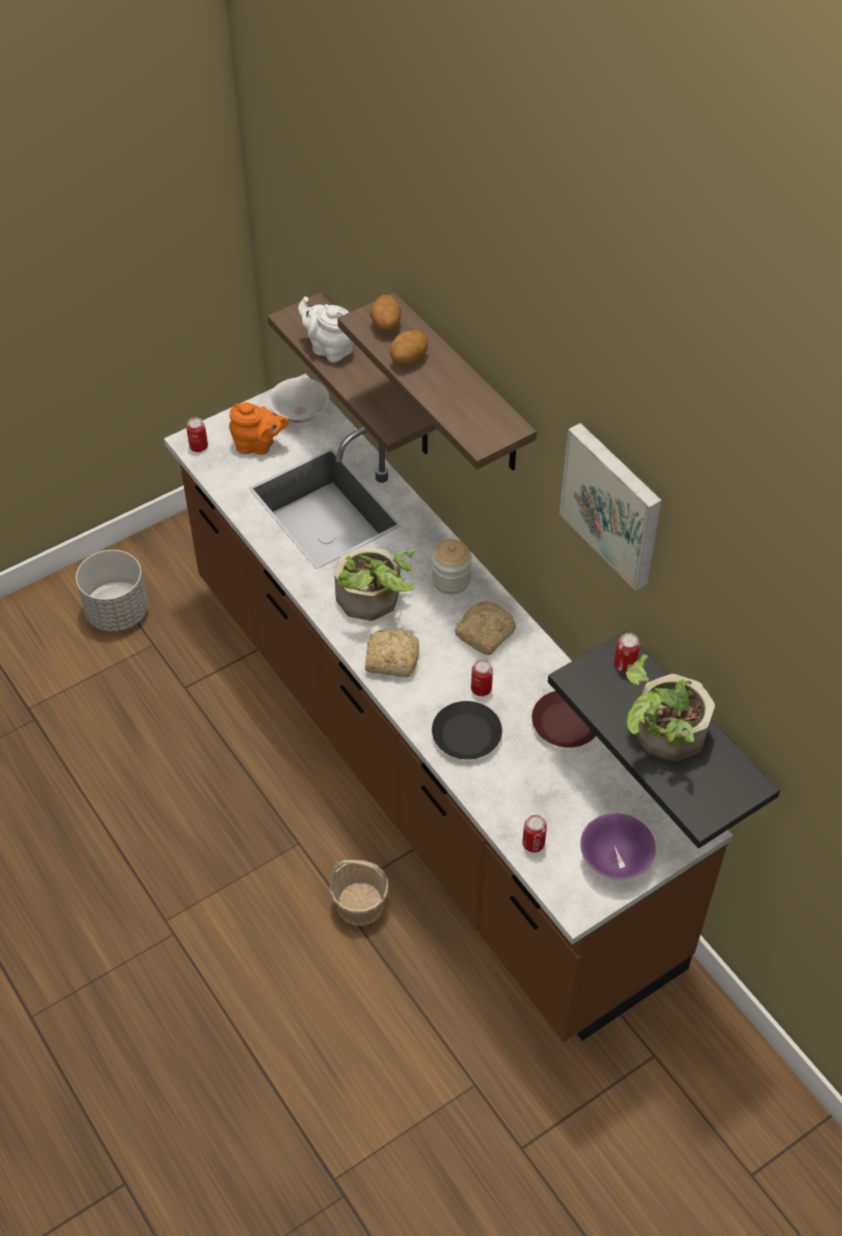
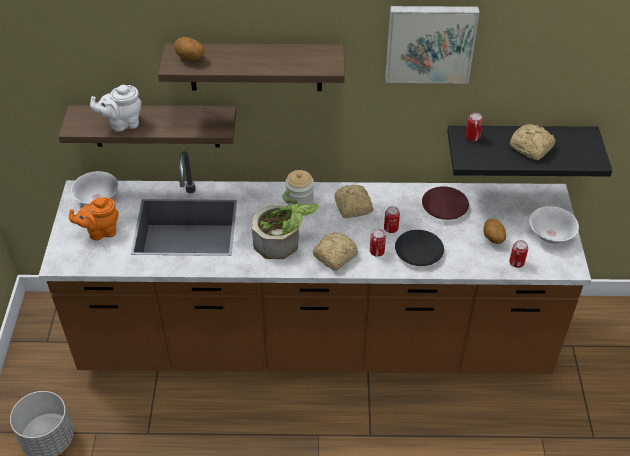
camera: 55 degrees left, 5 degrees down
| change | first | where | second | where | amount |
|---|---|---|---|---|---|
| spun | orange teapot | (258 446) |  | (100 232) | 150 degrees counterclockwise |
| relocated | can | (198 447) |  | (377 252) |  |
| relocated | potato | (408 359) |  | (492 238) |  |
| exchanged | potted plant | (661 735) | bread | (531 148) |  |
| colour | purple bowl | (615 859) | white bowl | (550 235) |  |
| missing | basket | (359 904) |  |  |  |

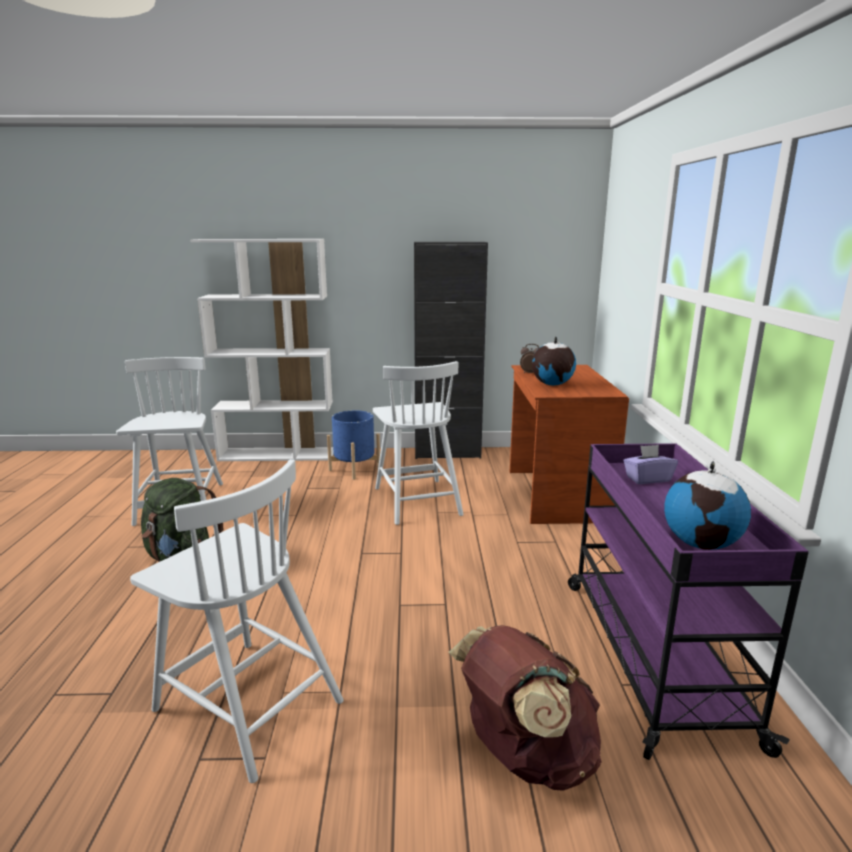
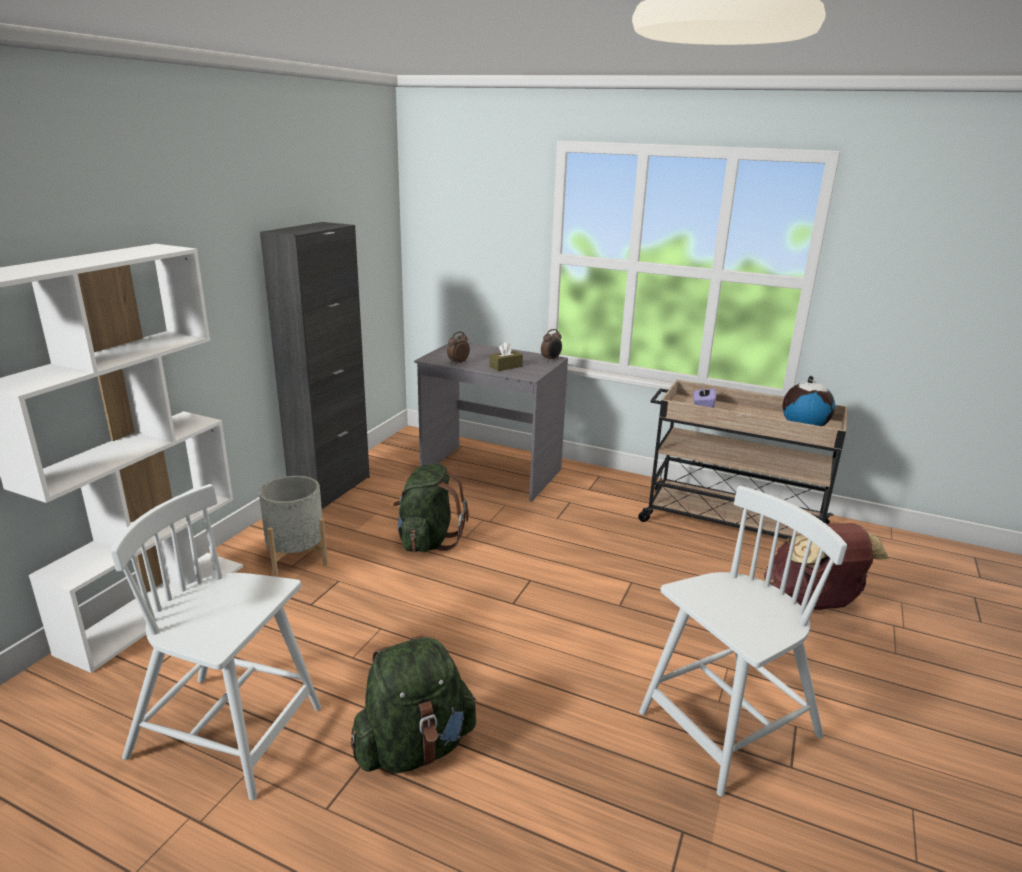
camera: 65 degrees left, 5 degrees up
| change | first | where | second | where | amount |
|---|---|---|---|---|---|
| colour | blue planter | (354 469) | grey planter | (296 557) |  |
| exchanged | white chair | (417 500) | green backpack | (428 540) |  |
| colour | brown desk | (555 495) | grey desk | (490 472) |  |
| exchanged | globe | (552 384) | brown tissue box | (505 366) |  |
| appeared |  |  | alarm clock | (551 359) |  |
| colour | purple cart | (651 654) | beige cart | (730 524) |  |

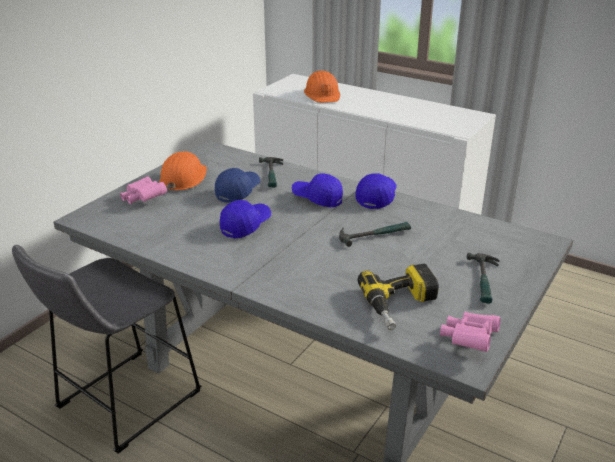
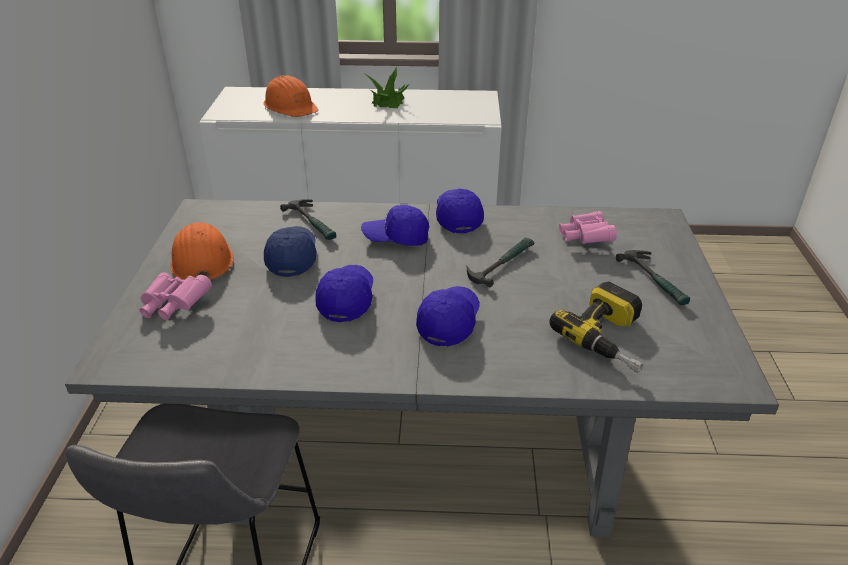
camera: 30 degrees left, 5 degrees up
| change | first | where | second | where | amount |
|---|---|---|---|---|---|
| appeared |  |  | potted plant | (388 101) |  |
| appeared |  |  | blue cap | (449 322) |  |
| relocated | pink binoculars | (469 340) |  | (585 239) |  |

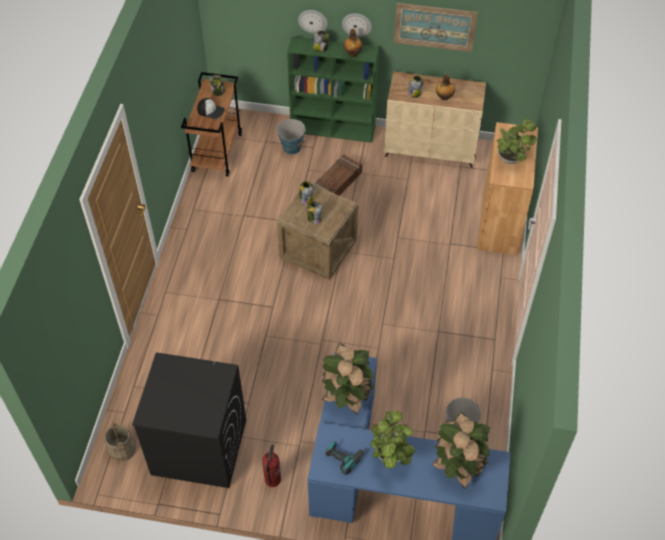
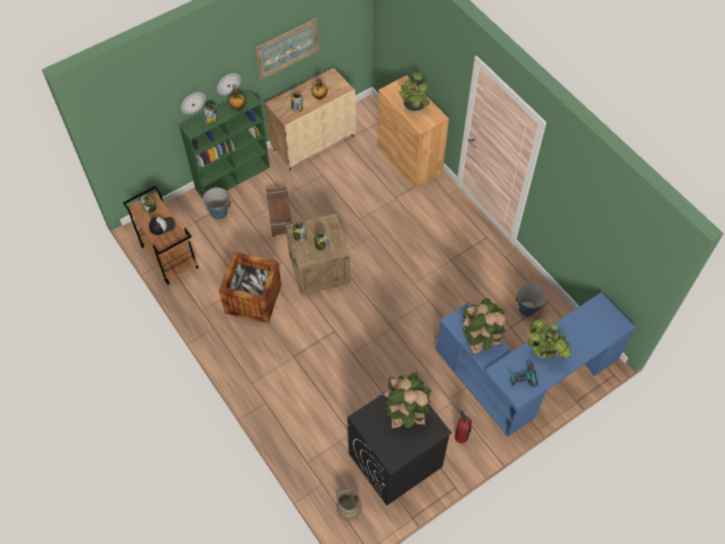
camera: 45 degrees left, 5 degrees up
| change | first | where | second | where | amount |
|---|---|---|---|---|---|
| appeared |  |  | crate | (253 299) |  |
| relocated | potted plant | (459 465) |  | (405 413) |  |

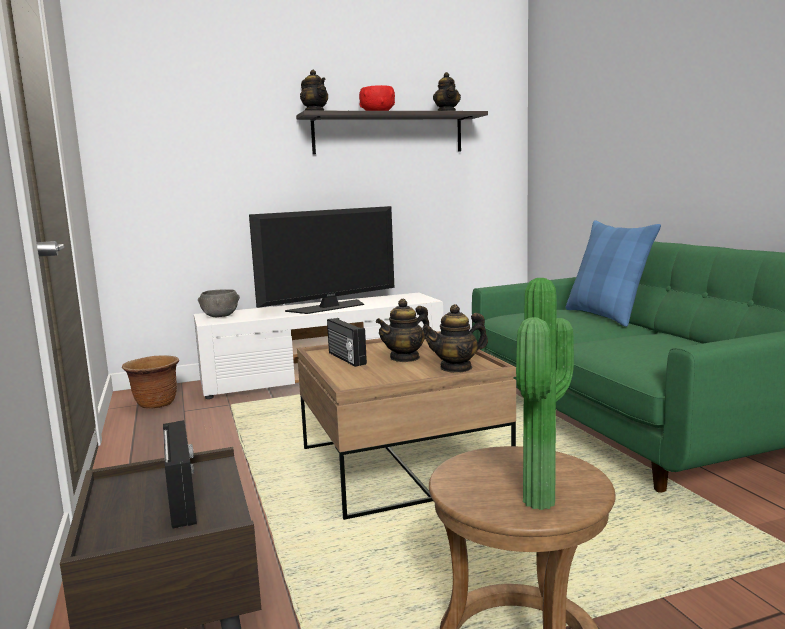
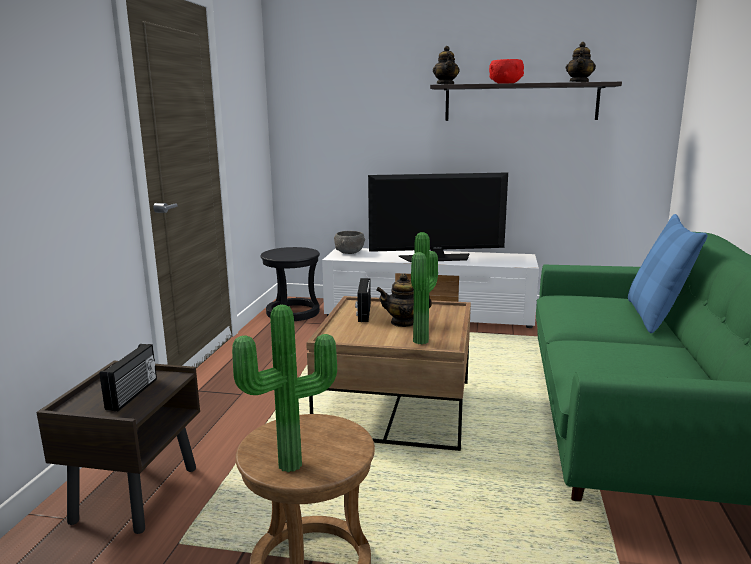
camera: 30 degrees right, 5 degrees up
| change | first | where | second | where | amount |
|---|---|---|---|---|---|
| exchanged | brown planter | (156 404) | black stool | (293 312) |  |
| exchanged | teapot | (456 368) | potted plant | (424 341) |  |

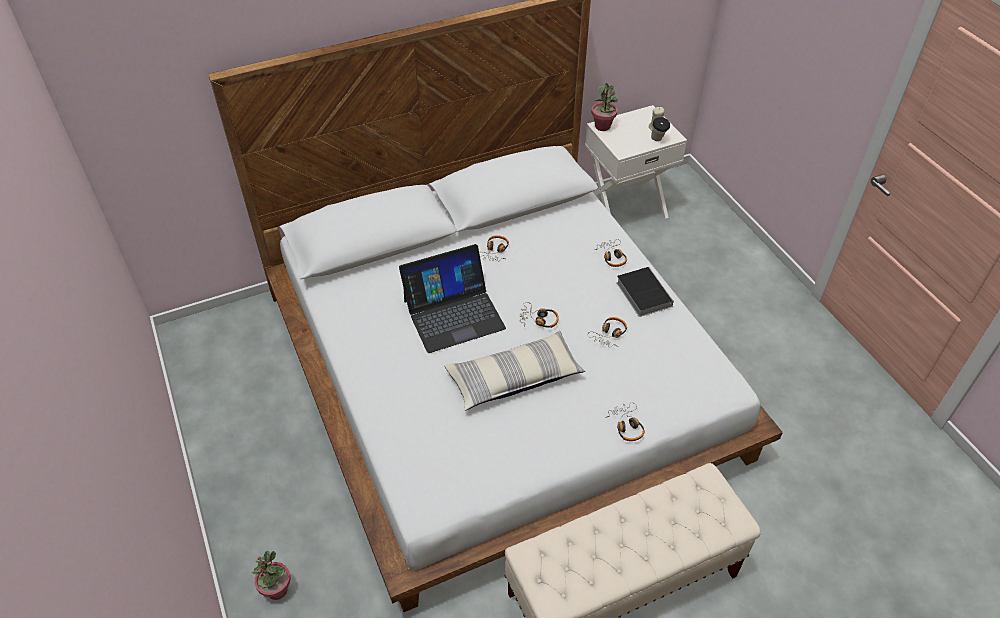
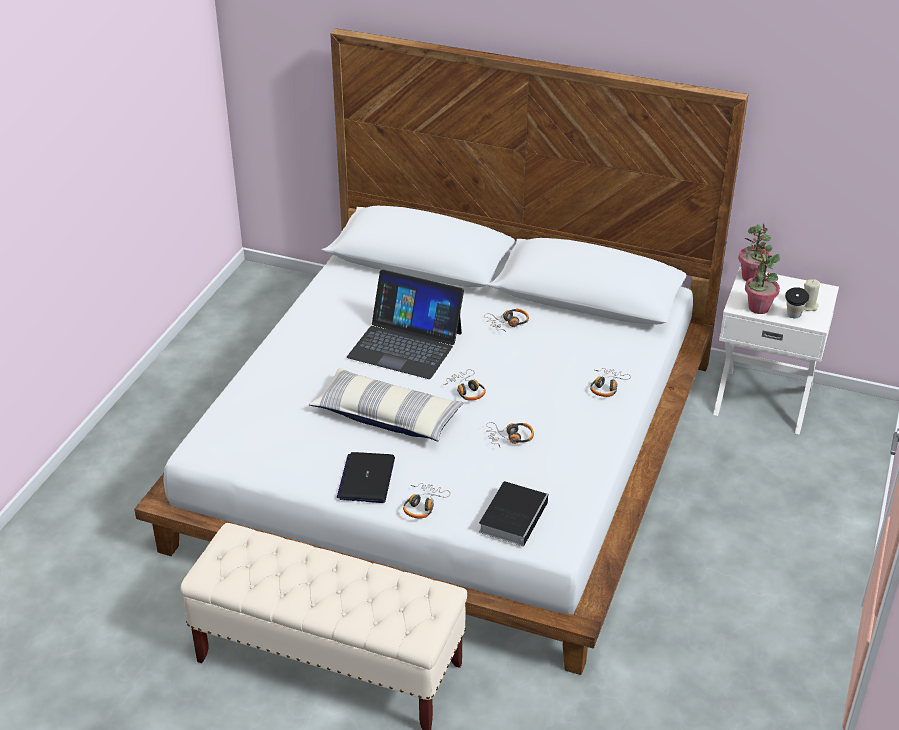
camera: 45 degrees right, 10 degrees down
| change | first | where | second | where | amount |
|---|---|---|---|---|---|
| appeared |  |  | laptop | (366 478) |  |
| relocated | book | (642 293) |  | (513 515) |  |
| relocated | potted plant | (277 590) |  | (758 308) |  |

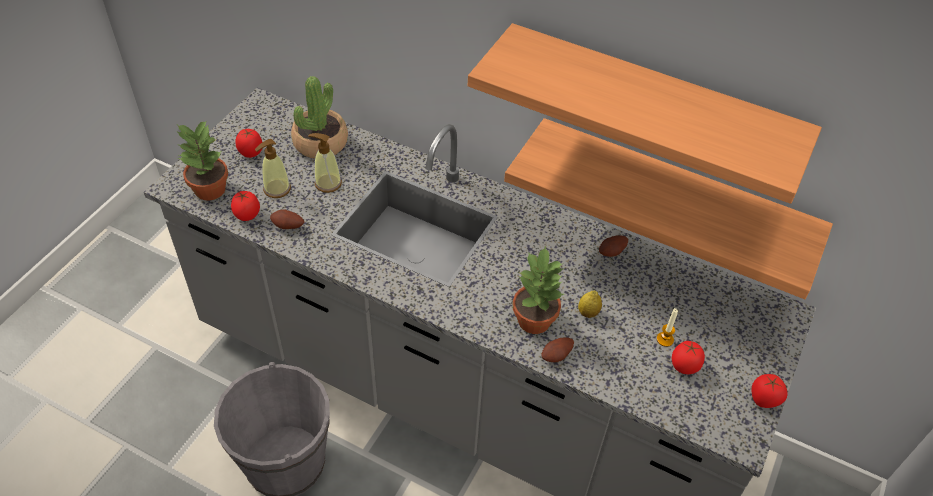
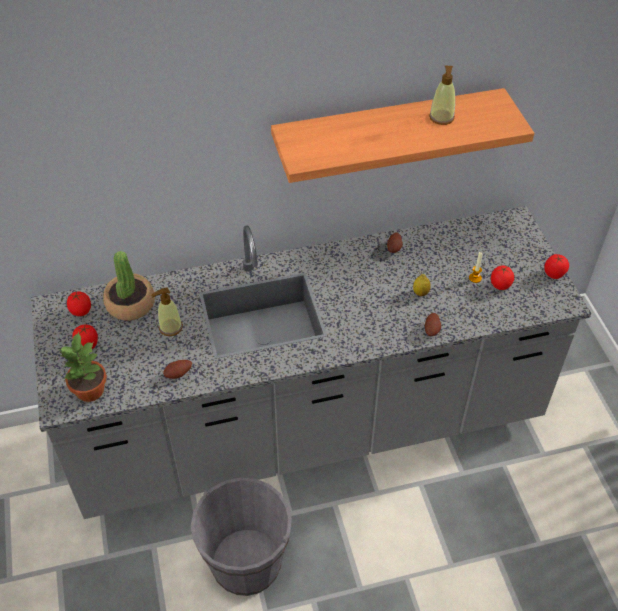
camera: 40 degrees left, 0 degrees up
| change | first | where | second | where | amount |
|---|---|---|---|---|---|
| relocated | tomato | (247 216) |  | (81 312) |  |
| relocated | soap dispenser | (276 189) |  | (441 117) |  |
| missing | shelf | (673 195) |  |  |  |
| missing | potted plant | (535 320) |  |  |  |

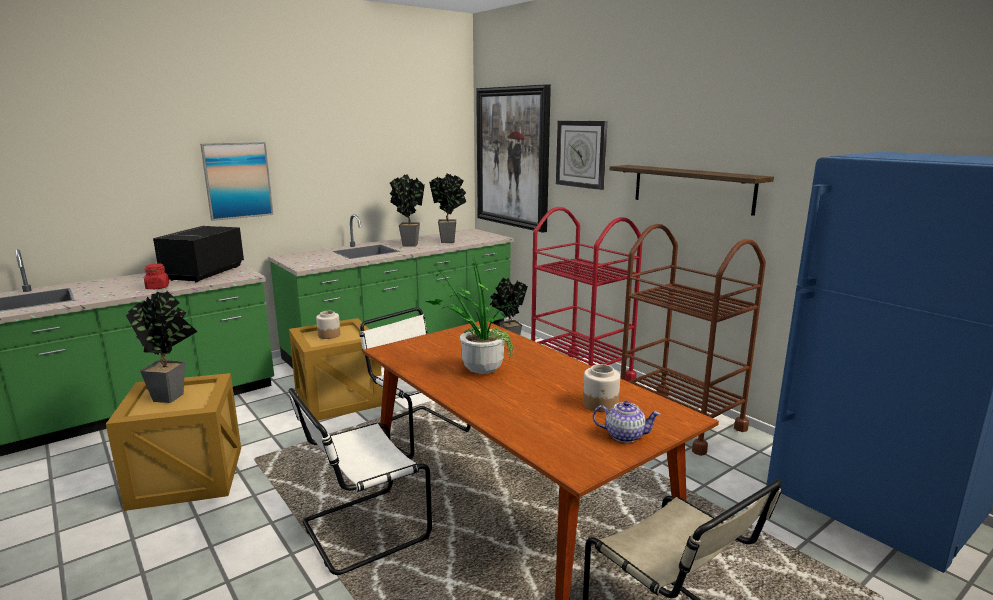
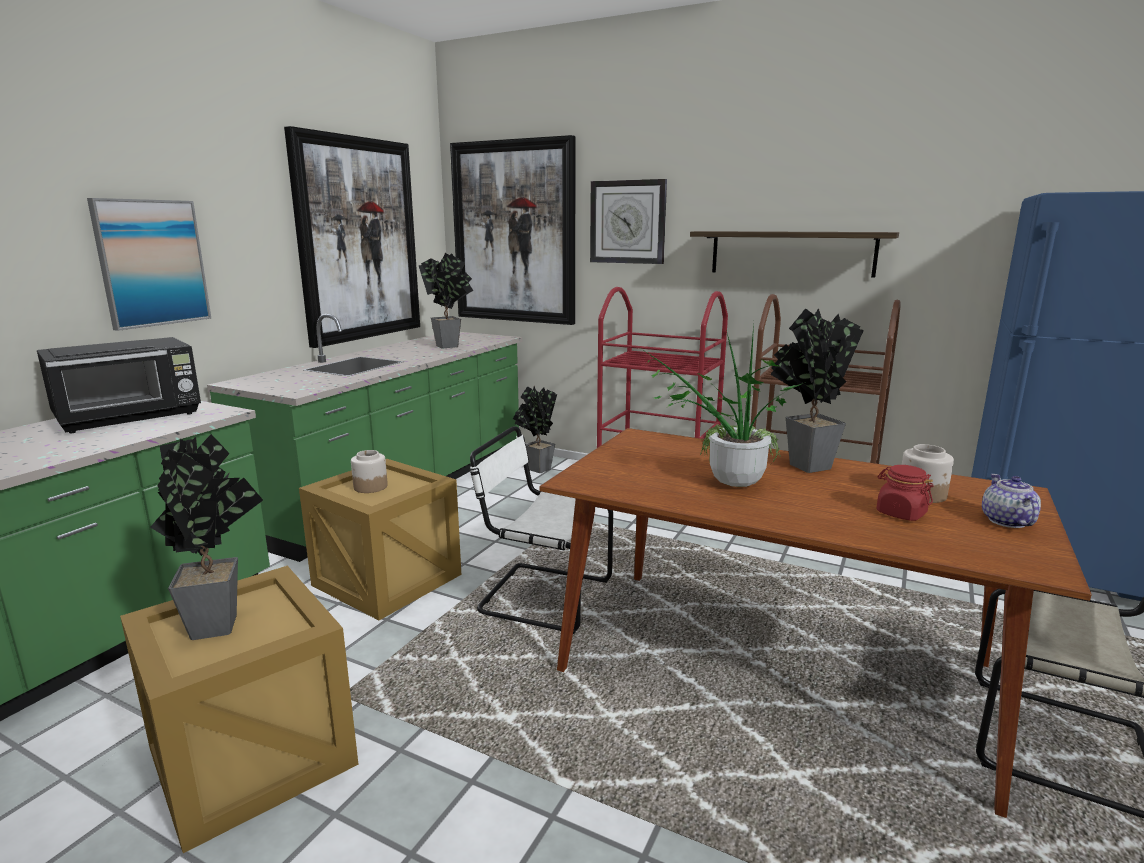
camera: 25 degrees left, 0 degrees up
| change | first | where | second | where | amount |
|---|---|---|---|---|---|
| spun | black microwave | (203 273) |  | (131 418) | 120 degrees counterclockwise |
| appeared |  |  | picture | (358 240) |  |
| relocated | potted plant | (407 244) |  | (802 466) |  |
| relocated | red jar | (157 287) |  | (900 513) |  |
| spun | teapot | (624 435) |  | (1006 521) | 75 degrees counterclockwise |
| missing | white chair | (360 531) |  |  |  |

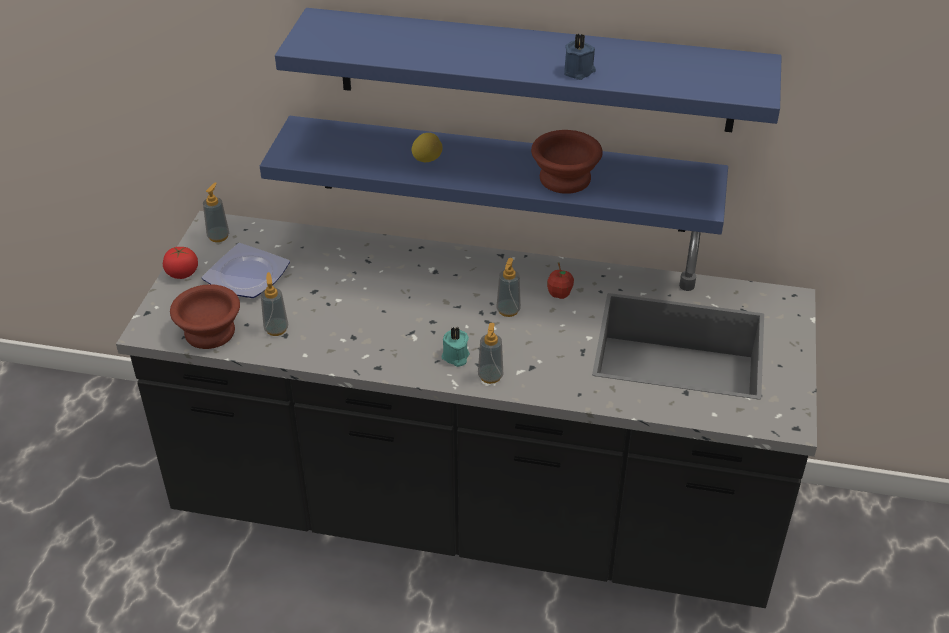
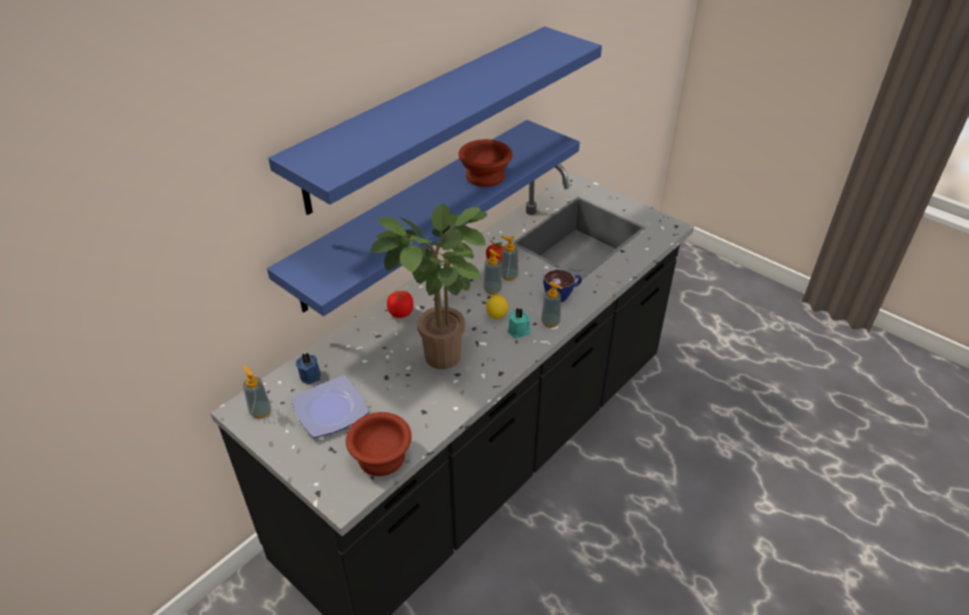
camera: 60 degrees left, 0 degrees up
| change | first | where | second | where | amount |
|---|---|---|---|---|---|
| relocated | blue candle | (579 71) |  | (311 375) |  |
| appeared |  |  | potted plant | (441 361) |  |
| relocated | tomato | (182 273) |  | (401 312) |  |
| relocated | lemon | (427 159) |  | (496 315) |  |
| relocated | soap dispenser | (276 329) |  | (509 276) |  |
| appeared |  |  | cup | (562 294) |  |

